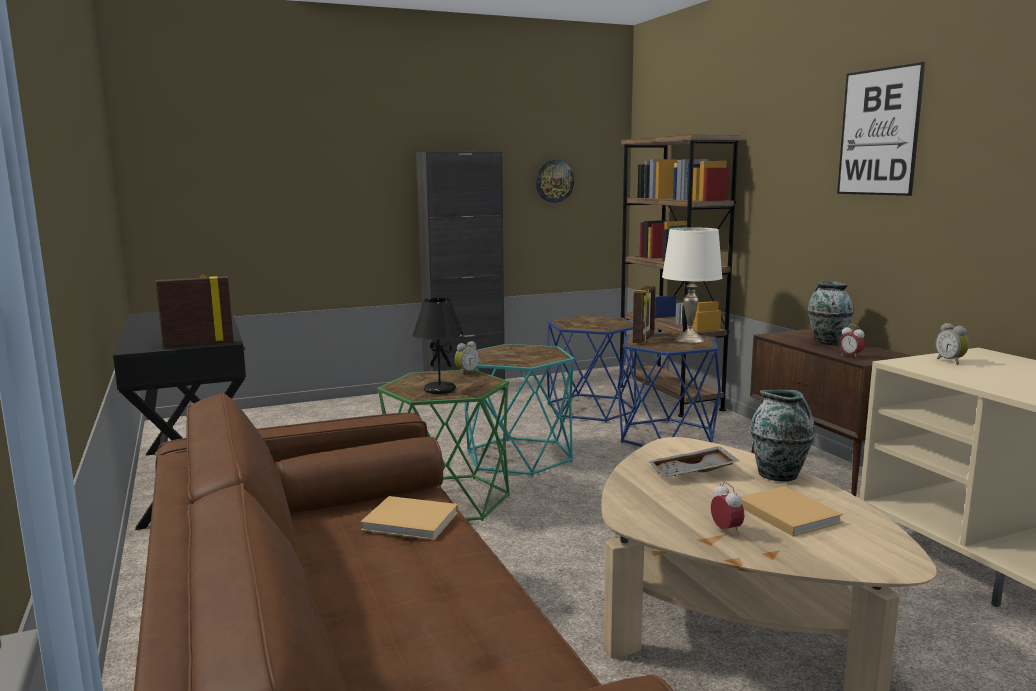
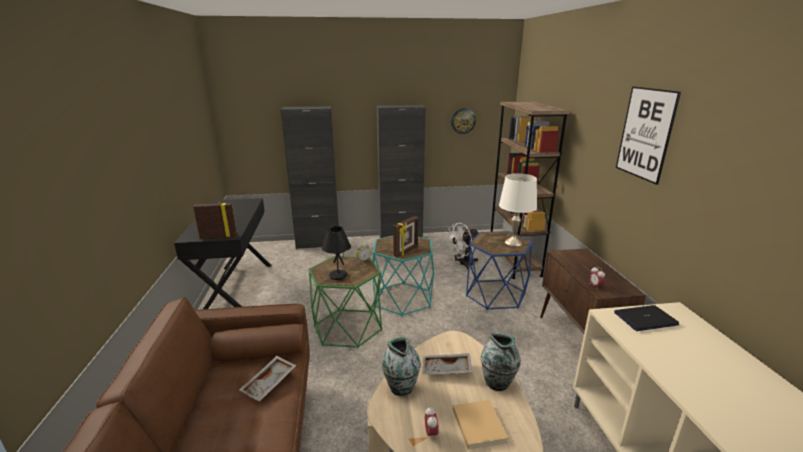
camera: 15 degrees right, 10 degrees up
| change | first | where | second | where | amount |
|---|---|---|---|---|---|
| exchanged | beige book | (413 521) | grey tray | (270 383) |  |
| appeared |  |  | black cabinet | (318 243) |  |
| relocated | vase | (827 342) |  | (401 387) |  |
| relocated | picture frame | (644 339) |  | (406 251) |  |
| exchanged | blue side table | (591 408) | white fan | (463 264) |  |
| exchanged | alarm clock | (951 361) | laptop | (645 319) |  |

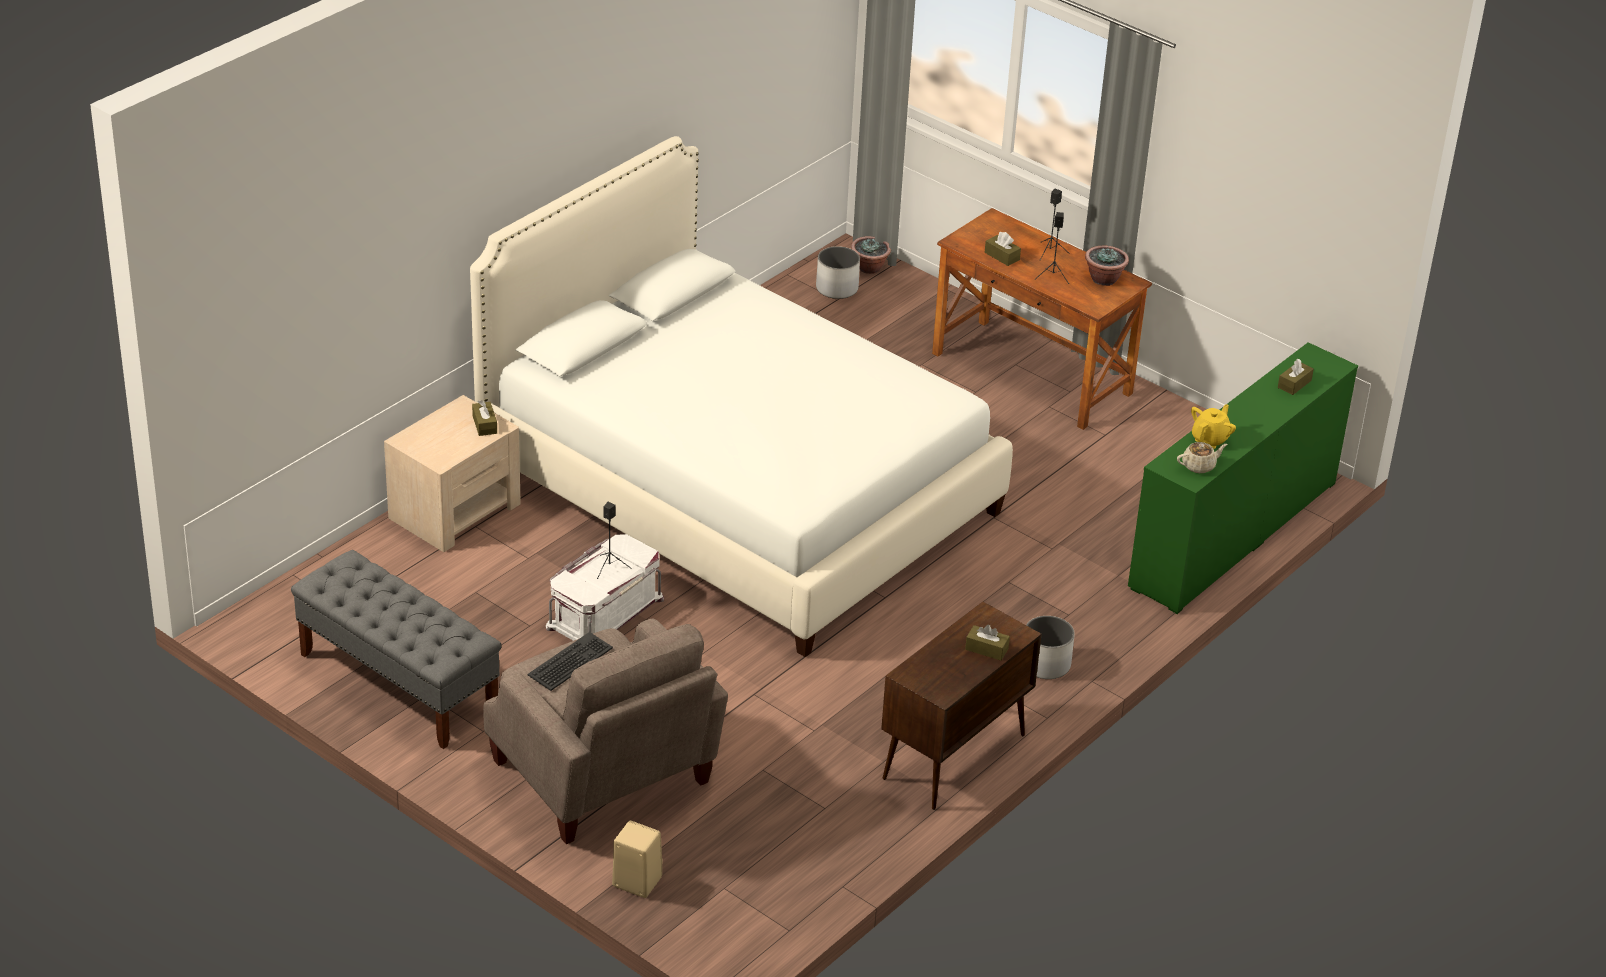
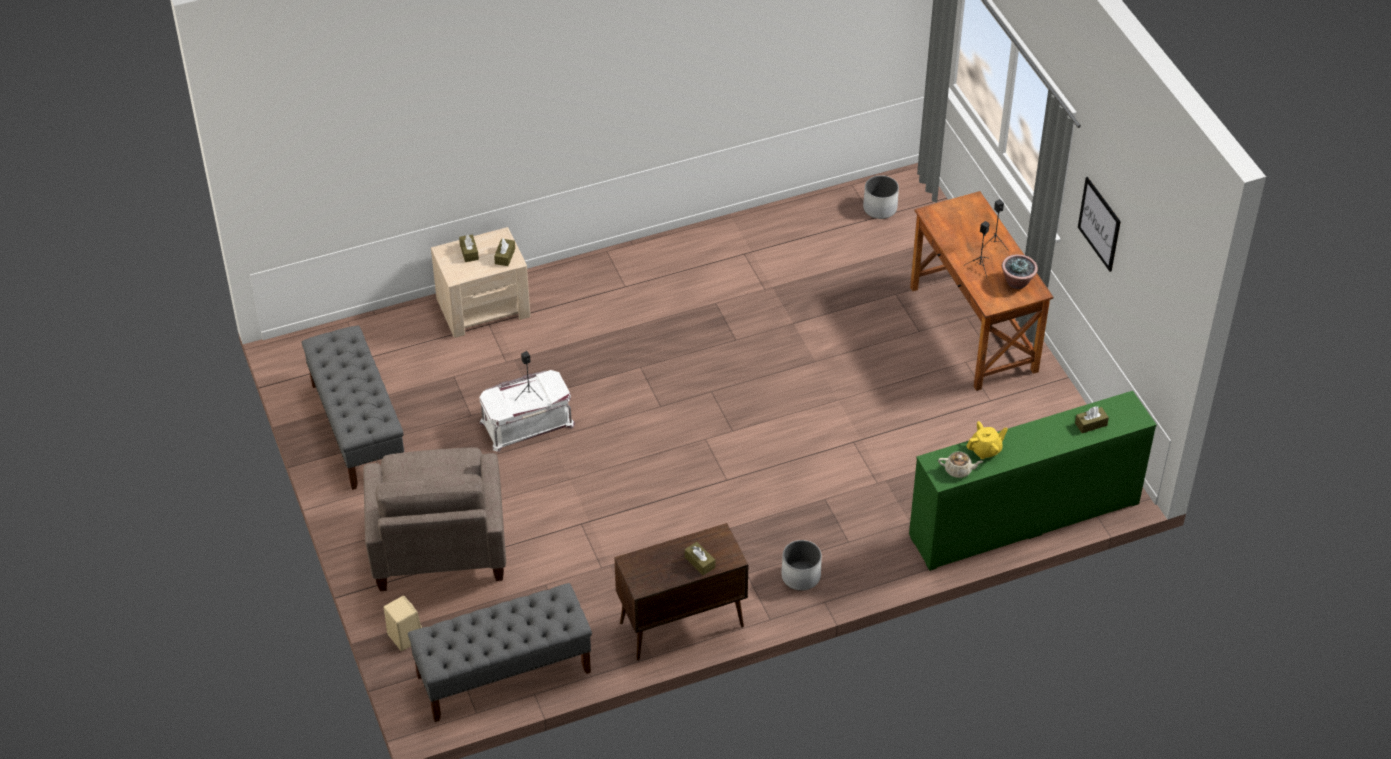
camera: 30 degrees right, 10 degrees up
| change | first | where | second | where | amount |
|---|---|---|---|---|---|
| appeared |  |  | grey bench | (503 674) |  |
| relocated | brown tissue box | (1002 256) |  | (469 252) |  |
| appeared |  |  | picture | (1099 224) |  |
| missing | white bed | (739 489) |  |  |  |
| missing | keyboard | (571 662) |  |  |  |
| missing | potted plant | (869 268) |  |  |  |

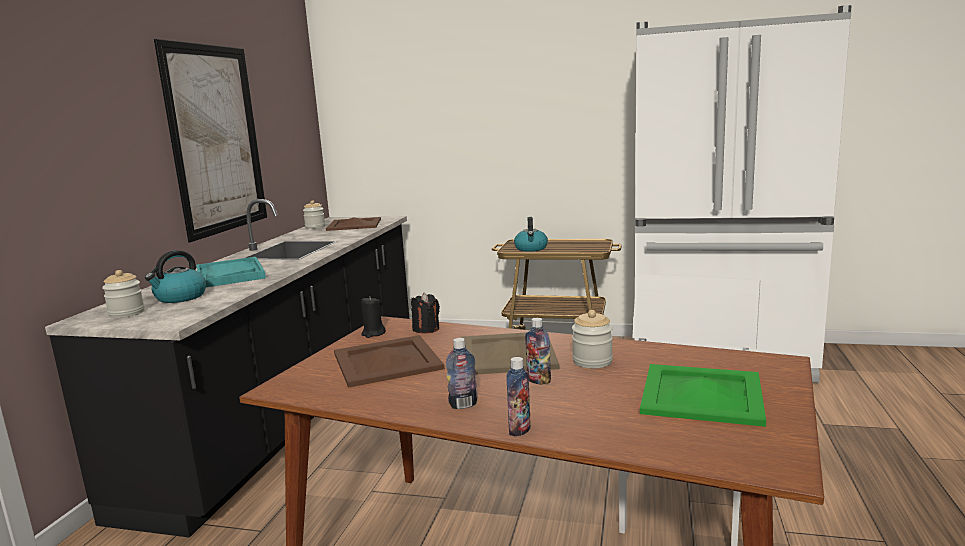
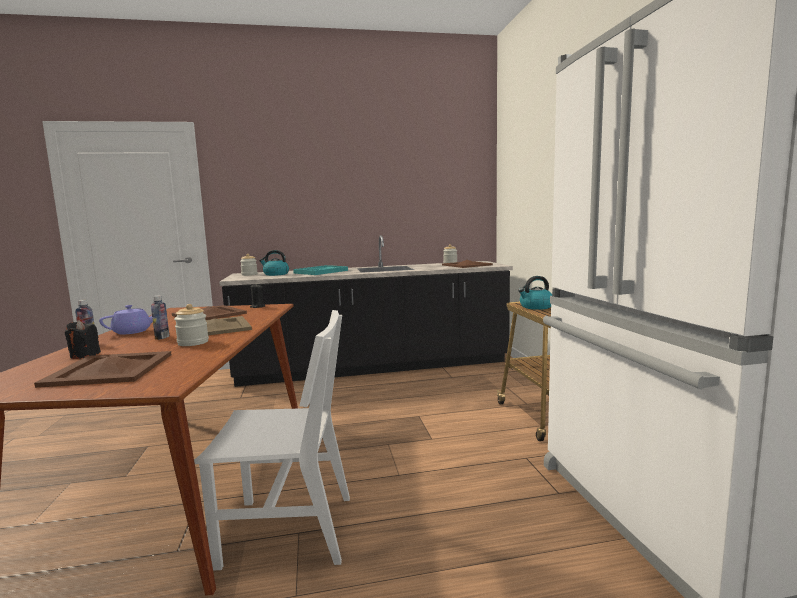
camera: 65 degrees right, 5 degrees down
| change | first | where | second | where | amount |
|---|---|---|---|---|---|
| colour | green tray | (703 394) | brown tray | (110 369) |  |
| relocated | black candle | (426 329) |  | (84 355) |  |
| exchanged | bottle | (463 405) | purple teapot | (133 331) |  |
| missing | picture | (216 139) |  |  |  |

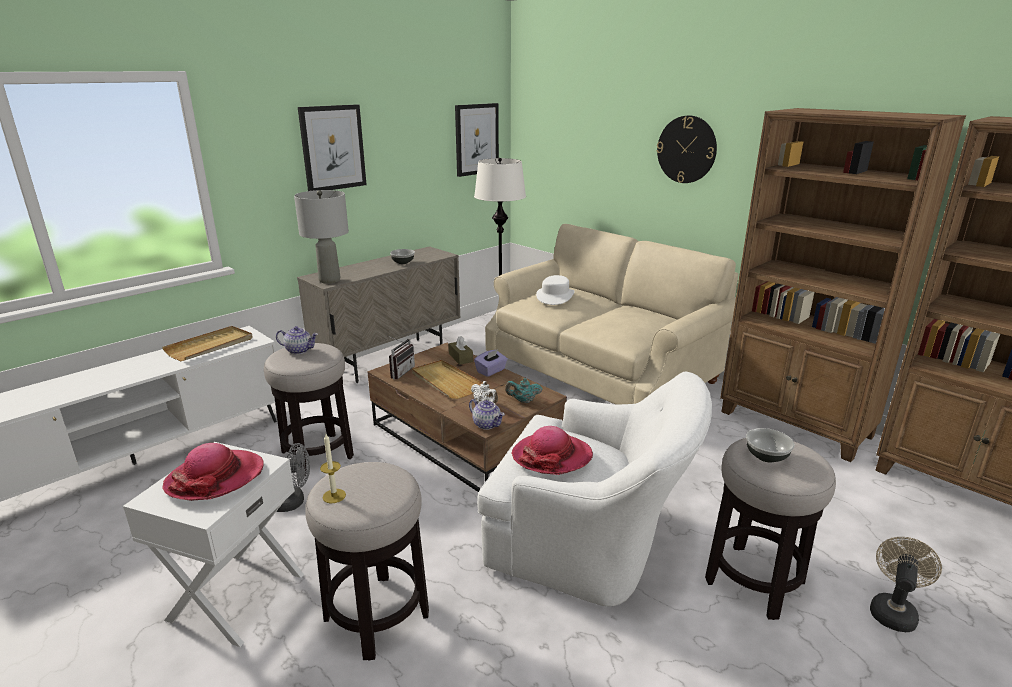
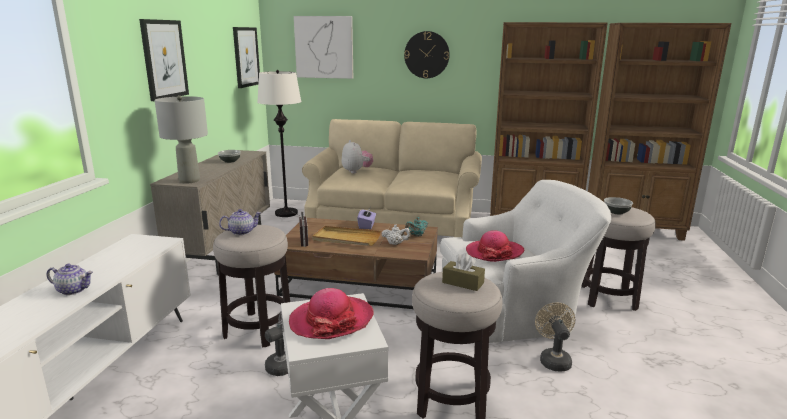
camera: 35 degrees left, 5 degrees down
| change | first | where | second | where | amount |
|---|---|---|---|---|---|
| relocated | teapot | (487 424) |  | (74 290) |  |
| appeared |  |  | picture | (324 47) |  |
| exchanged | white hat | (555 296) | plush toy | (356 171) |  |
| relocated | brown tissue box | (460 358) |  | (463 283) |  |
| relocated | beige fan | (893 610) |  | (553 359) |  |
| missing | beige tray | (210 346) |  |  |  |
| missing | candle | (334 496) |  |  |  |

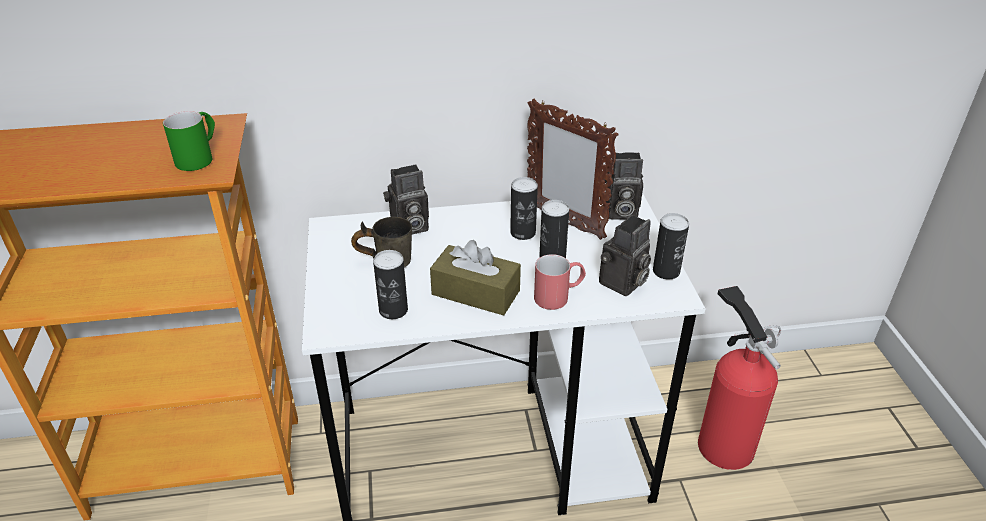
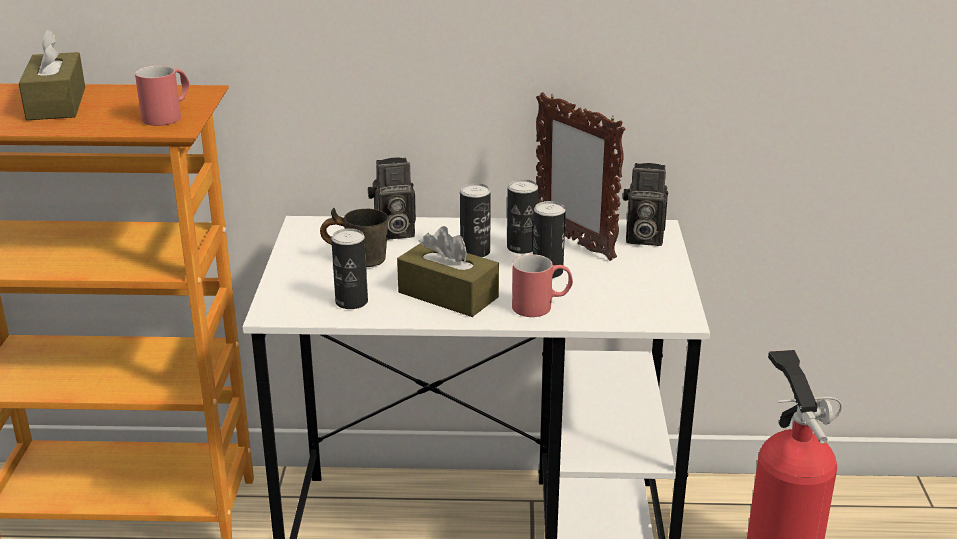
camera: 10 degrees right, 10 degrees down
| change | first | where | second | where | amount |
|---|---|---|---|---|---|
| appeared |  |  | brown tissue box | (56 103) |  |
| colour | green mug | (199 157) | red mug | (168 115) |  |
| relocated | can | (666 271) |  | (475 252) |  |
| missing | photo camera | (623 284) |  |  |  |

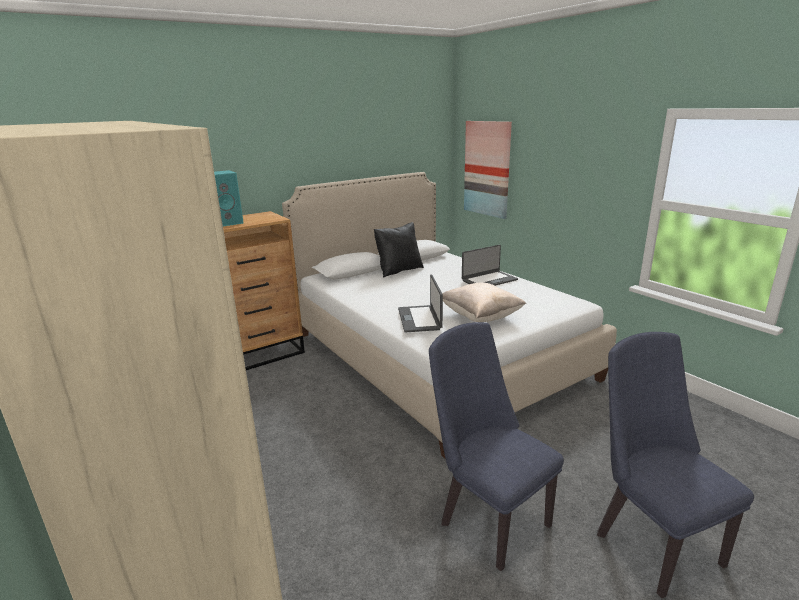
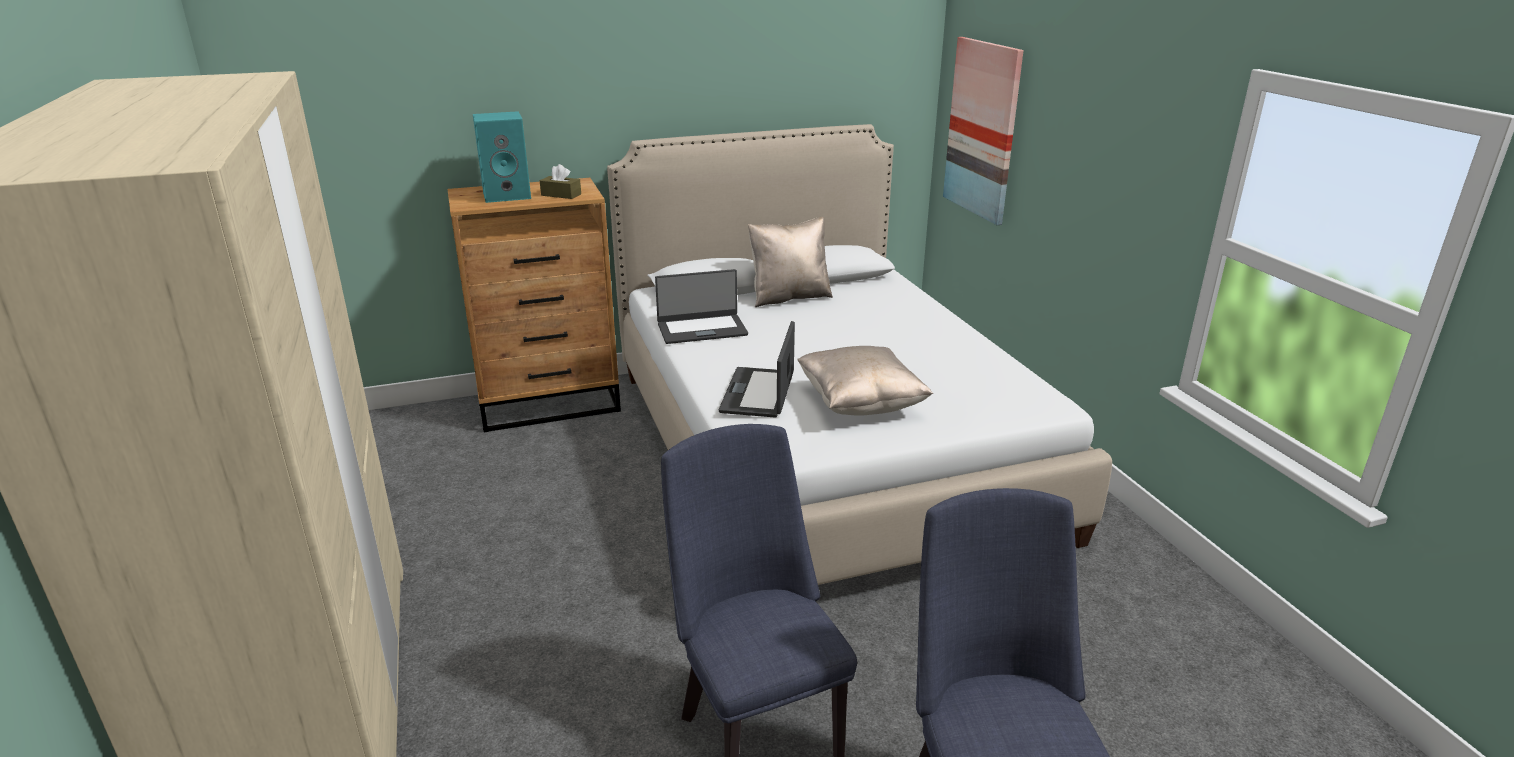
camera: 15 degrees right, 5 degrees up
| change | first | where | second | where | amount |
|---|---|---|---|---|---|
| appeared |  |  | brown tissue box | (561 195) |  |
| relocated | laptop | (489 280) |  | (702 329) |  |
| colour | black pillow | (399 270) | beige pillow | (789 297) |  |

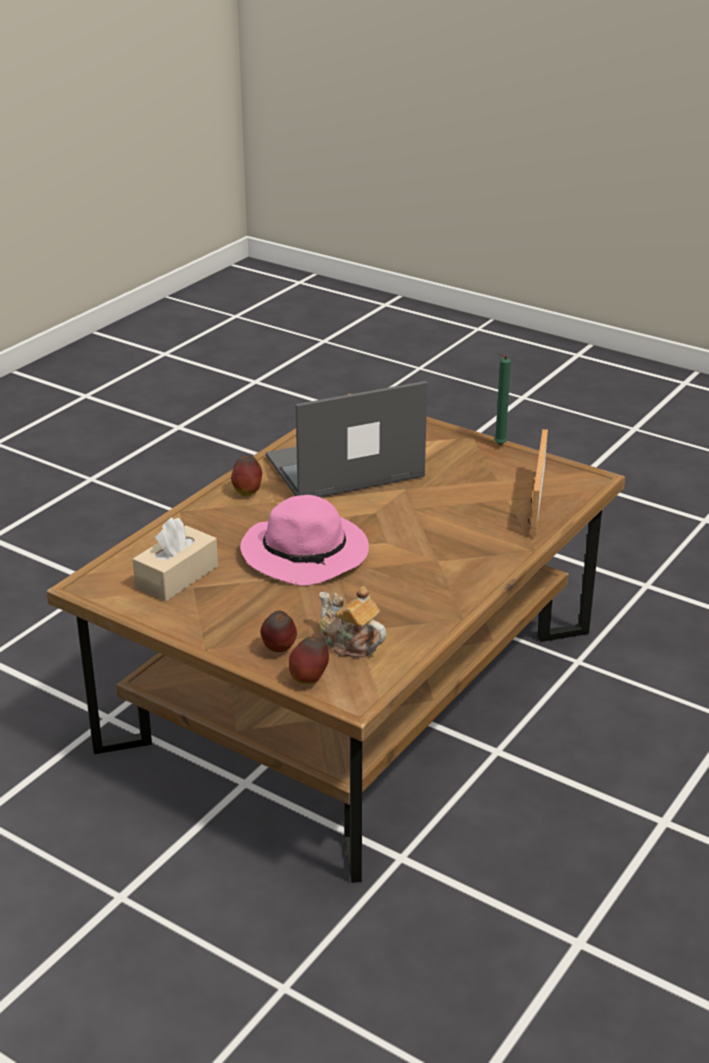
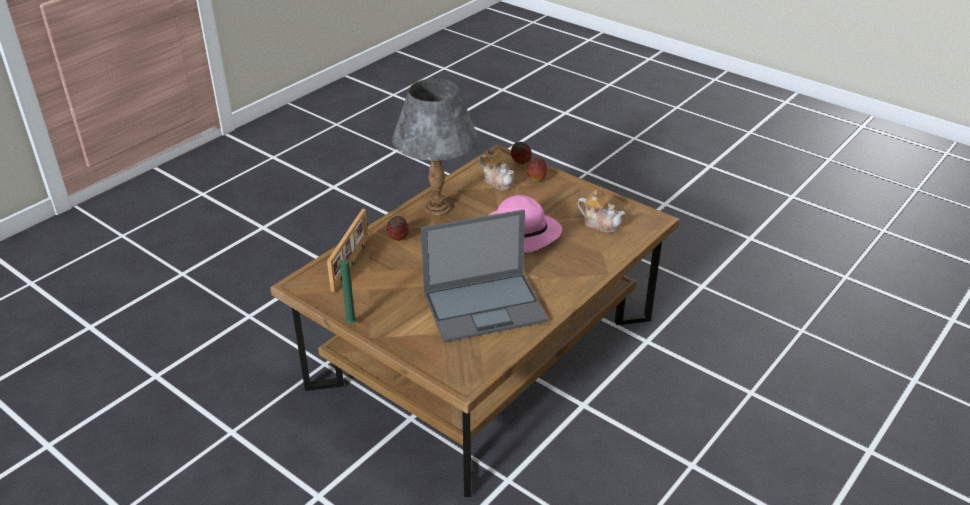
camera: 175 degrees left, 5 degrees up
| change | first | where | second | where | amount |
|---|---|---|---|---|---|
| relocated | apple | (247 492) |  | (398 239) |  |
| appeared |  |  | grey table lamp | (437 208) |  |
| exchanged | beige tissue box | (177 577) | teapot | (600 223) |  |

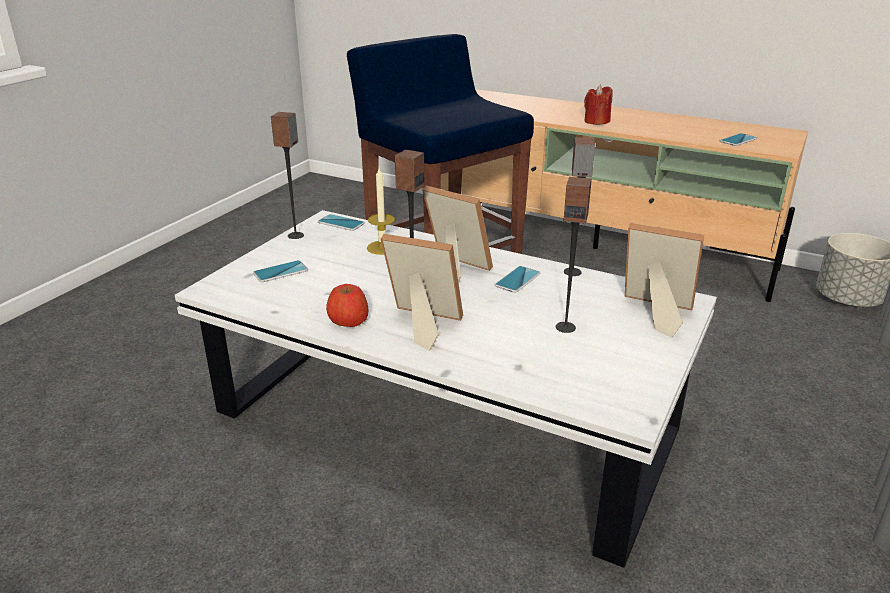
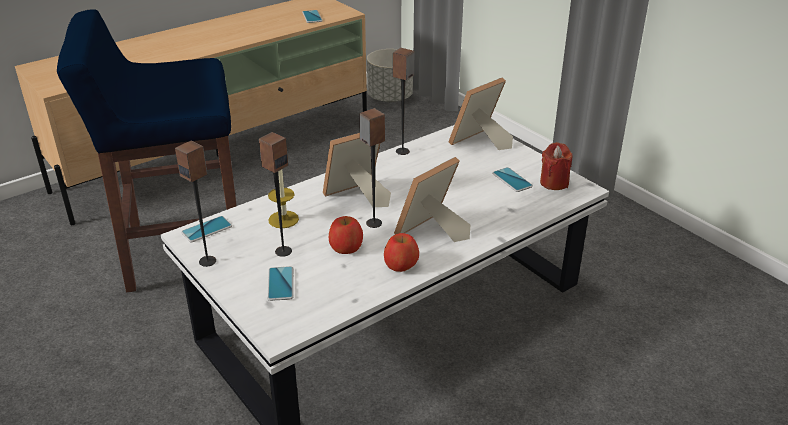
camera: 65 degrees left, 5 degrees up
| change | first | where | second | where | amount |
|---|---|---|---|---|---|
| relocated | speaker | (565 327) |  | (283 251) |  |
| appeared |  |  | apple | (346 247) |  |
| relocated | phone | (517 280) |  | (512 180) |  |
| relocated | red candle | (596 121) |  | (554 182) |  |

